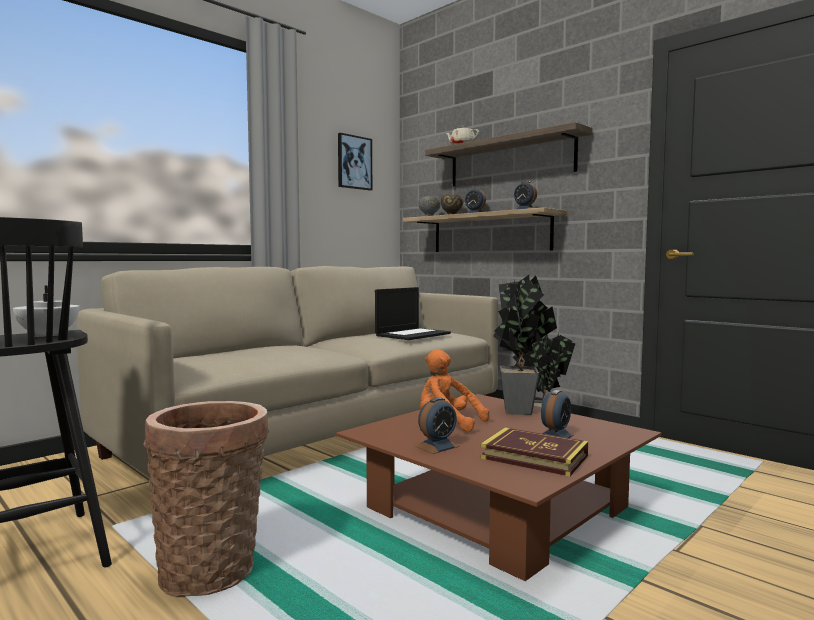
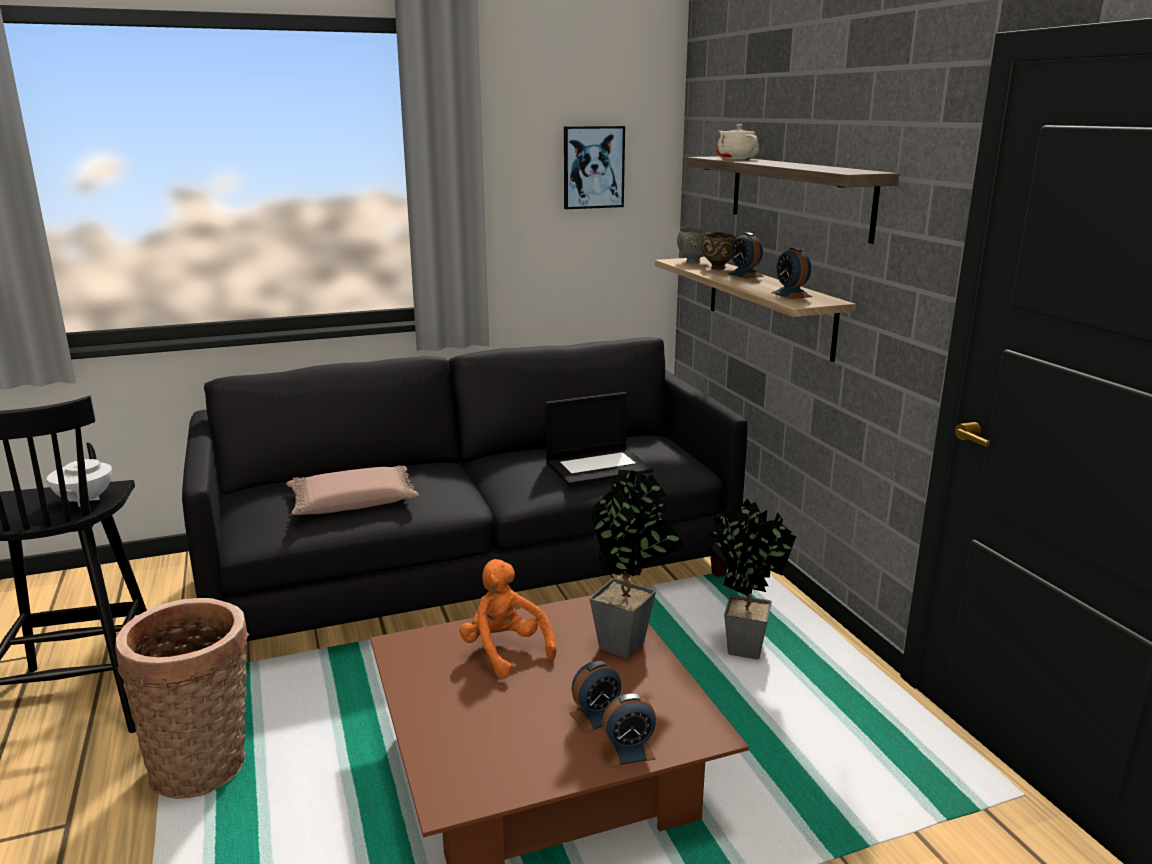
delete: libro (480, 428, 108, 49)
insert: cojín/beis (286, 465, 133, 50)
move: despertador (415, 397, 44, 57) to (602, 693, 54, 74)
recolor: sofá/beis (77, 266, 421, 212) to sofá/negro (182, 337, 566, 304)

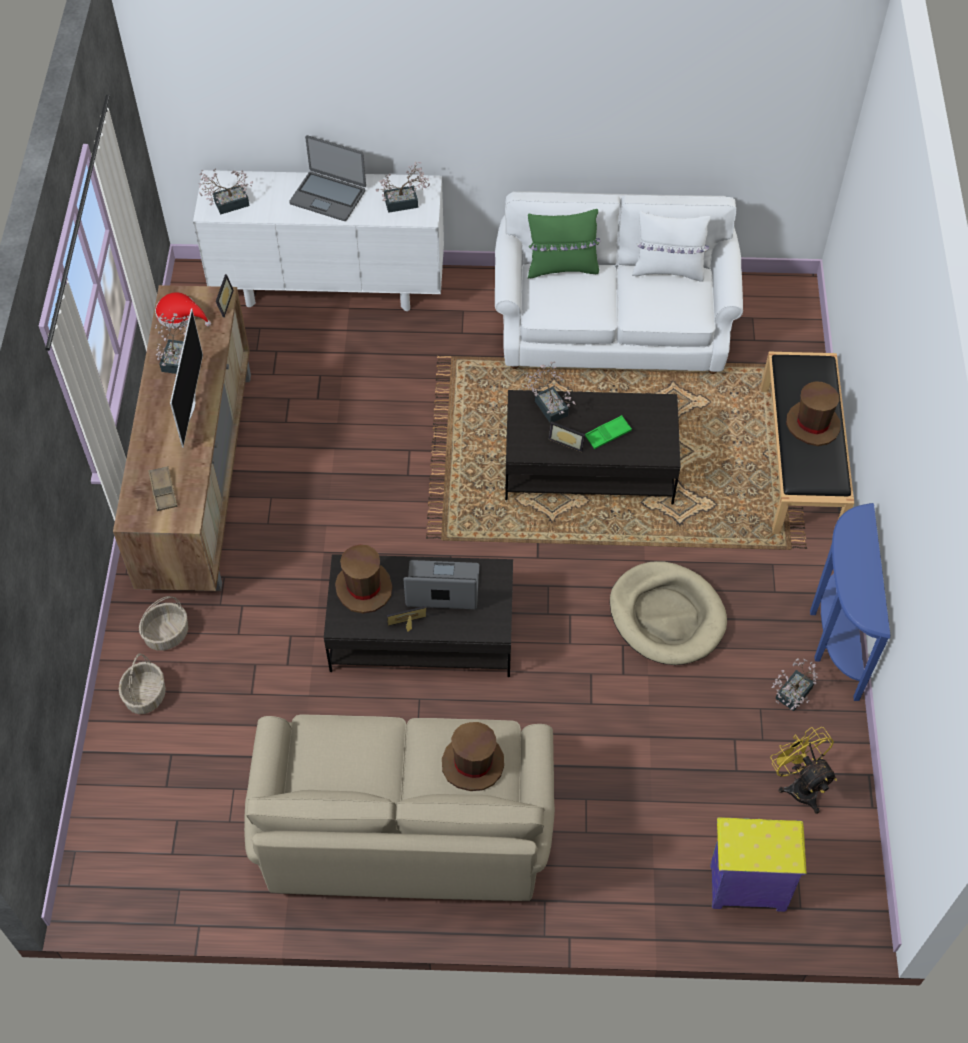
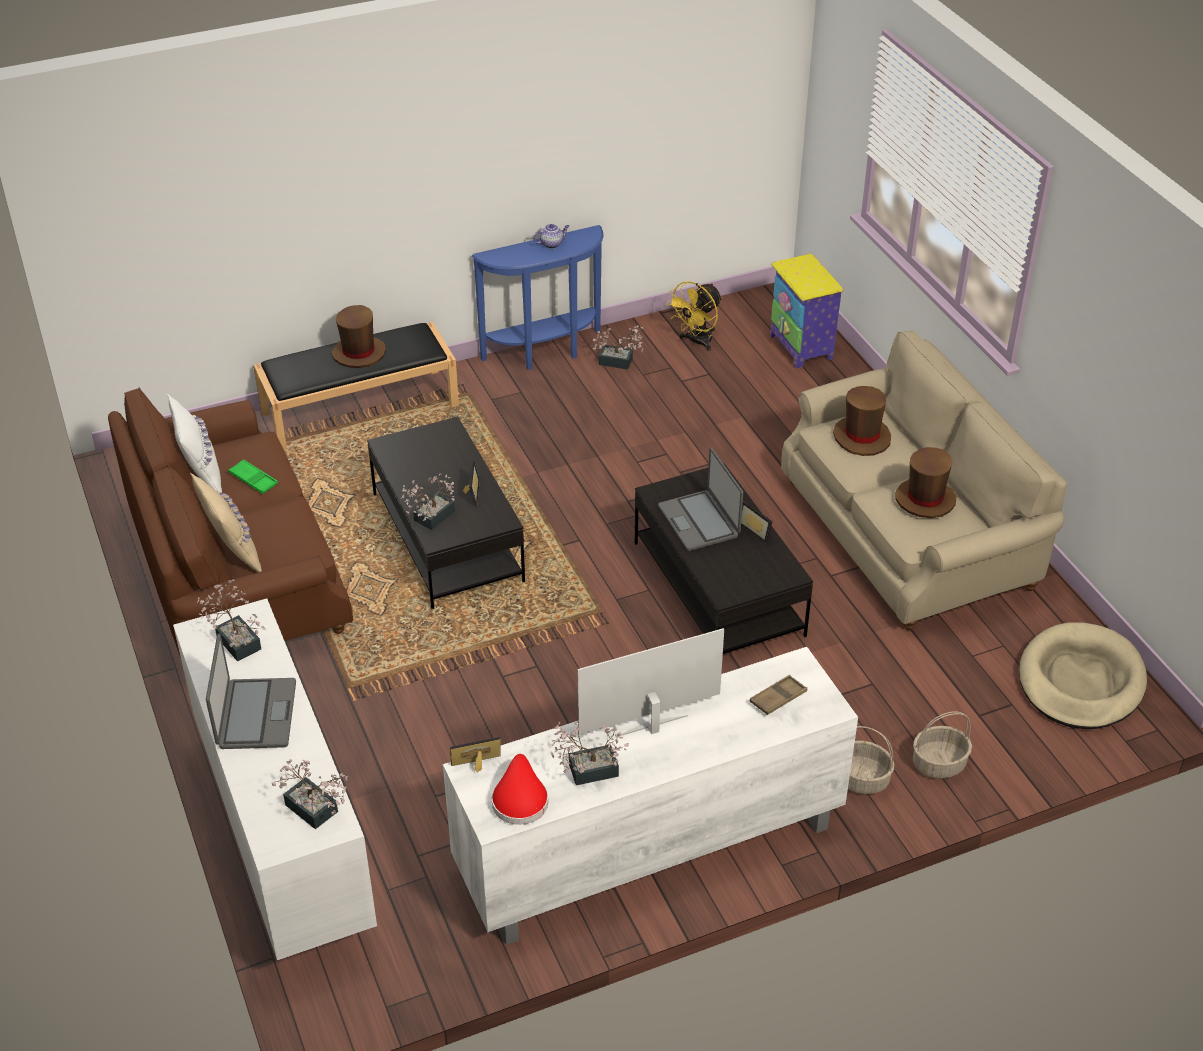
insert: tetera (533, 224, 36, 25)
move: bandeja/verde (585, 415, 47, 34) to (228, 459, 50, 35); sombrero/marrón (335, 545, 58, 68) to (895, 447, 62, 71); cama para perro/beis (610, 561, 117, 104) to (1019, 622, 128, 107)
recolor: sofá/blanco (495, 191, 248, 183) to sofá/marrón (108, 388, 245, 270); cojín/verde (528, 209, 73, 70) to cojín/beis (190, 473, 72, 99); mueble de televisión/marrón (113, 285, 138, 306) to mueble de televisión/blanco (443, 647, 415, 298)

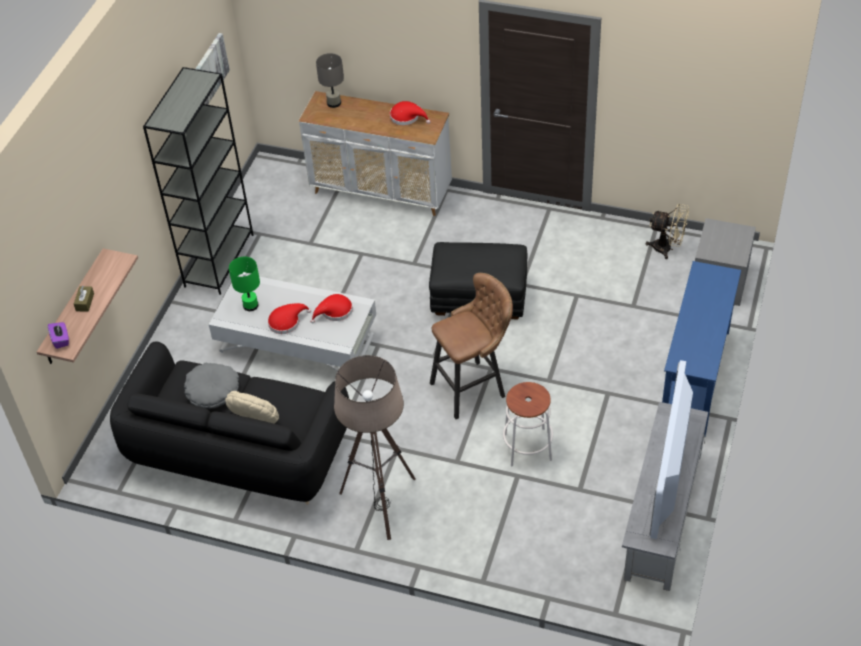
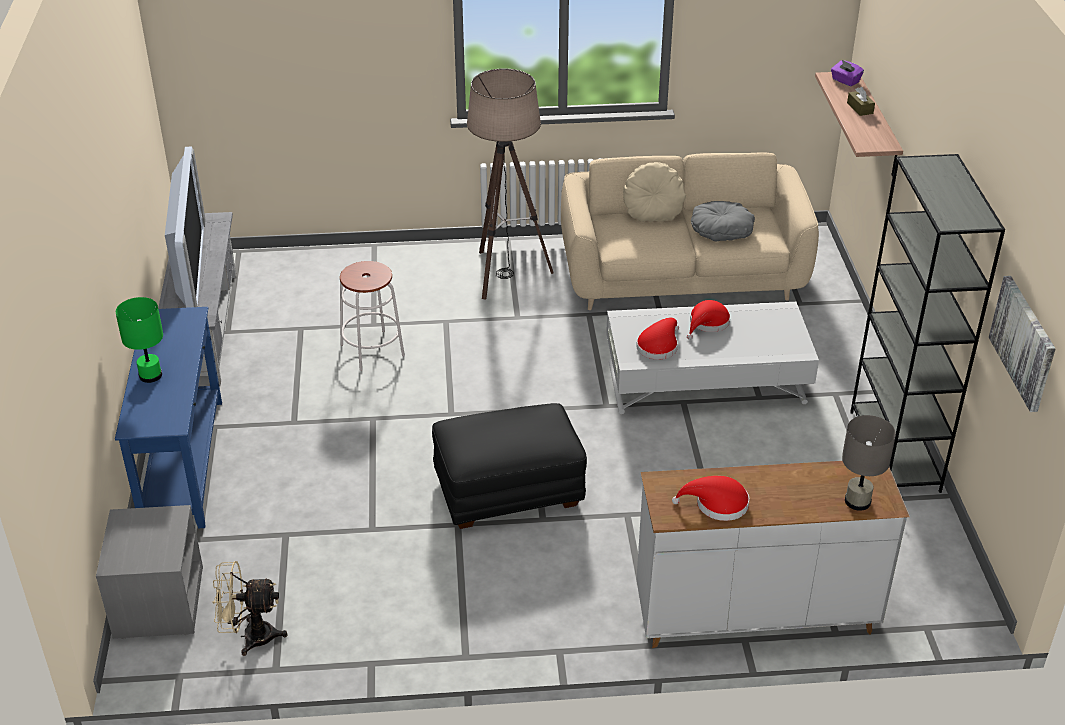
delete: taburete/marrón (430, 273, 83, 146)
move: lámpara de mesa/verde (229, 257, 31, 54) to (116, 297, 47, 86)
recolor: sofá/negro (110, 342, 239, 163) to sofá/beis (561, 152, 258, 158)

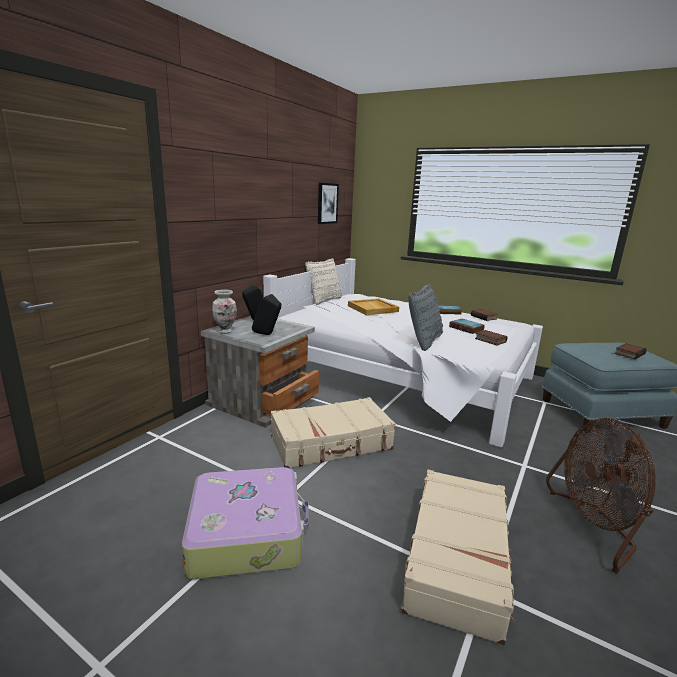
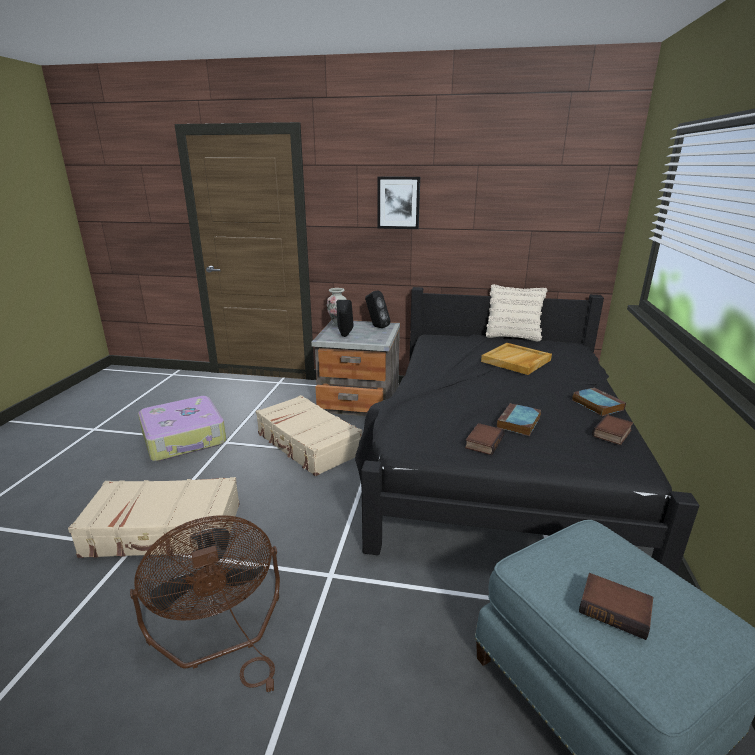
delete: cojín/gris (408, 284, 35, 67)
move: cuadro (318, 183, 21, 41) to (377, 177, 43, 52)
recolor: cama/blanco (263, 258, 280, 189) to cama/negro (355, 287, 345, 287)

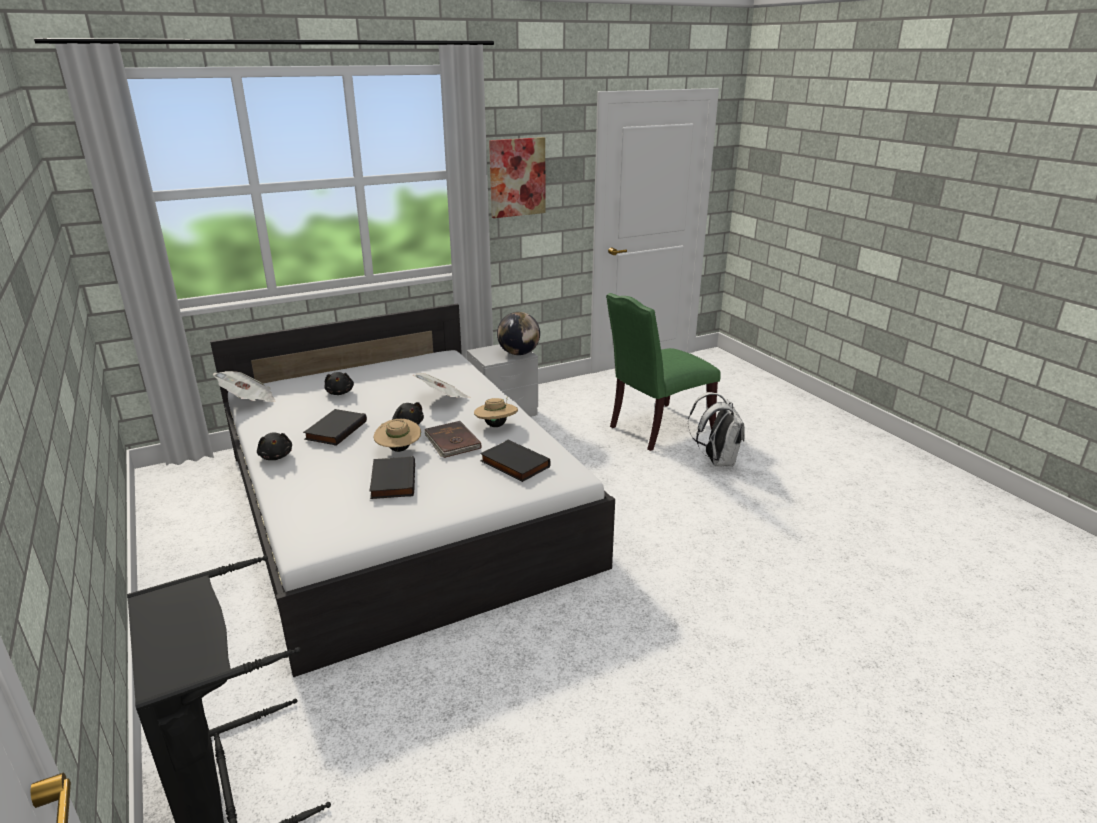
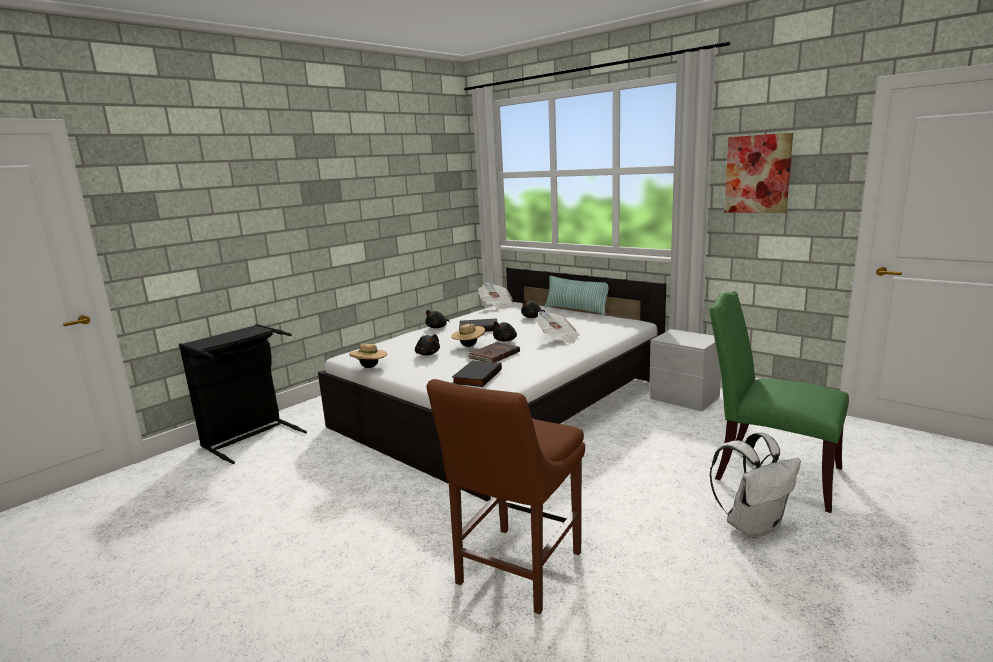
delete: globo terráqueo (497, 312, 43, 43)
insert: silla/marrón (427, 379, 158, 235); cojín (544, 276, 65, 40)
move: sombrero/beis (474, 398, 44, 29) to (349, 344, 38, 24)
replace: libro/negro (369, 456, 46, 43) to peluche/negro (415, 334, 25, 22)

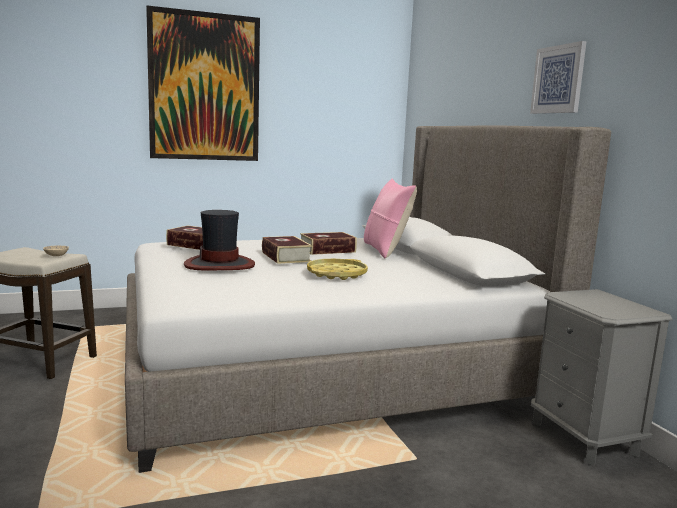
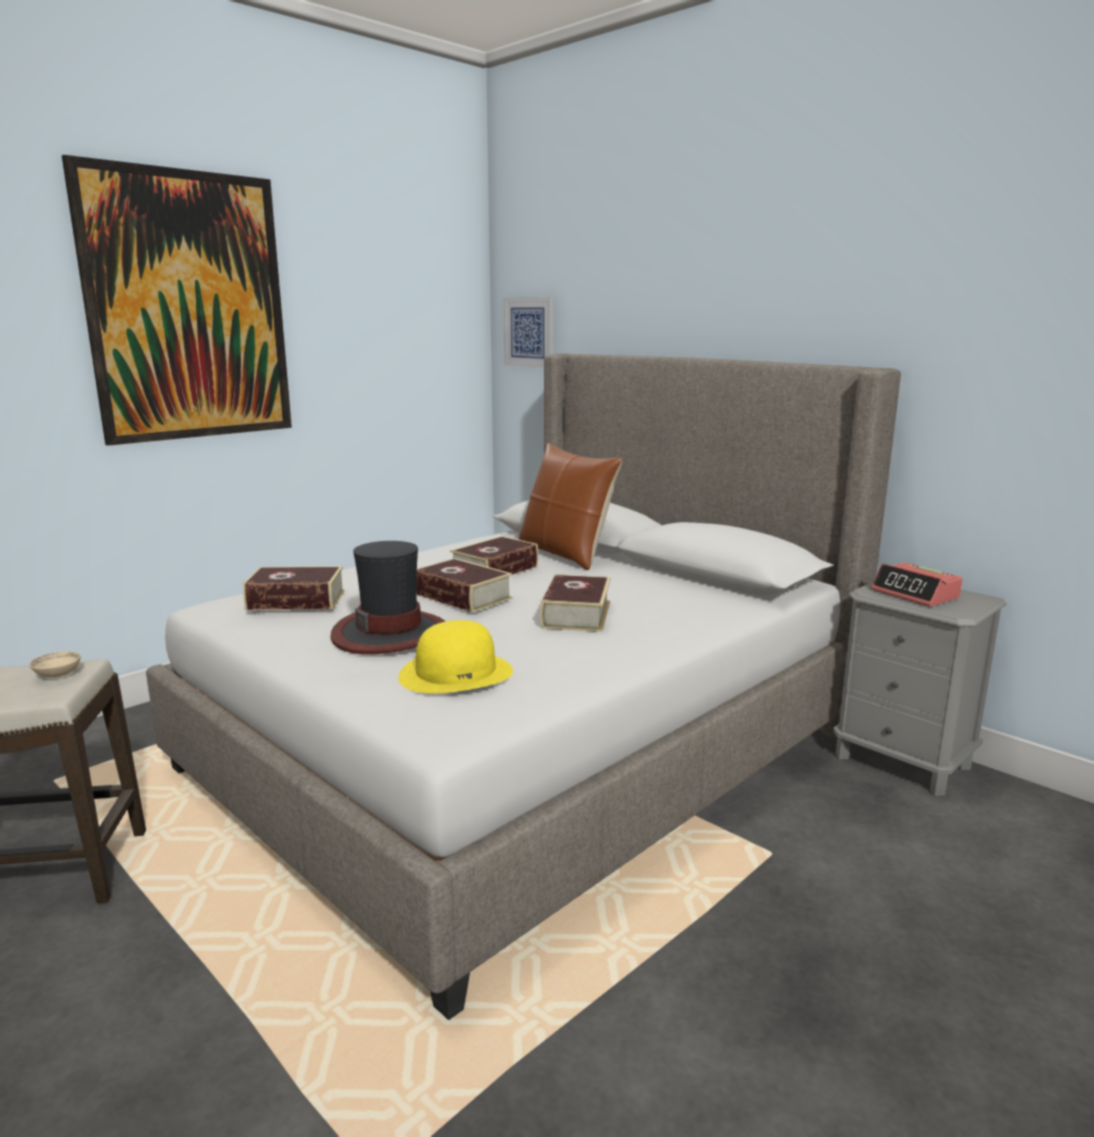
insert: sombrero/amarillo (398, 620, 115, 74); despertador (871, 562, 92, 45)
move: cuadro (530, 41, 57, 73) to (503, 297, 51, 71)
replace: bandeja/amarillo (307, 259, 61, 21) to libro (540, 574, 71, 58)
recolor: cojín/rosa (364, 179, 53, 80) to cojín/marrón (519, 443, 103, 127)

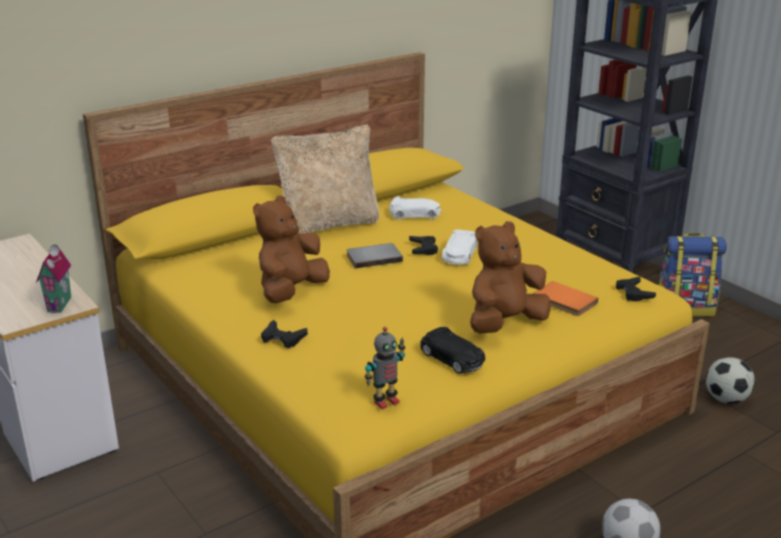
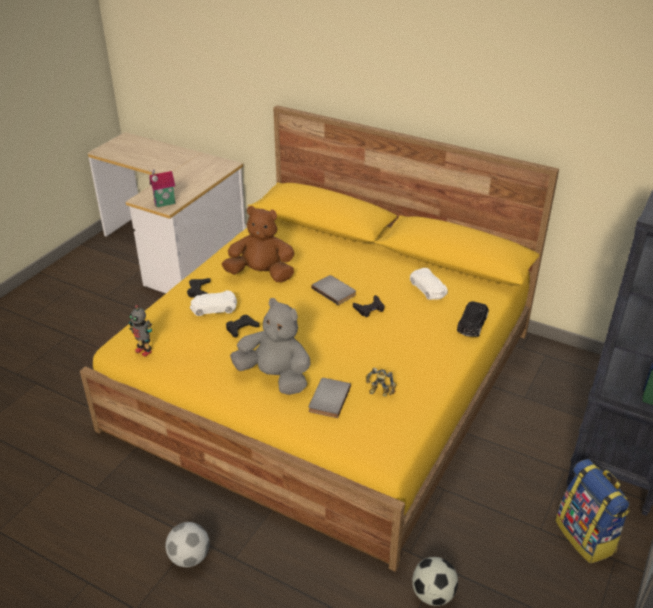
delete: cojín/beis (271, 124, 109, 109)
insert: robot de juguete (366, 367, 31, 30)
move: coche de juguete/blanco (442, 230, 36, 35) to (190, 290, 47, 26); mando de consola/negro (616, 277, 40, 24) to (226, 315, 33, 22); coche de juguete/negro (420, 327, 65, 47) to (457, 301, 32, 36)
recolor: peluche/marrón (470, 221, 81, 113) to peluche/gris (230, 298, 80, 97); libro/naranja (534, 281, 64, 35) to libro/gris (309, 378, 42, 40)

